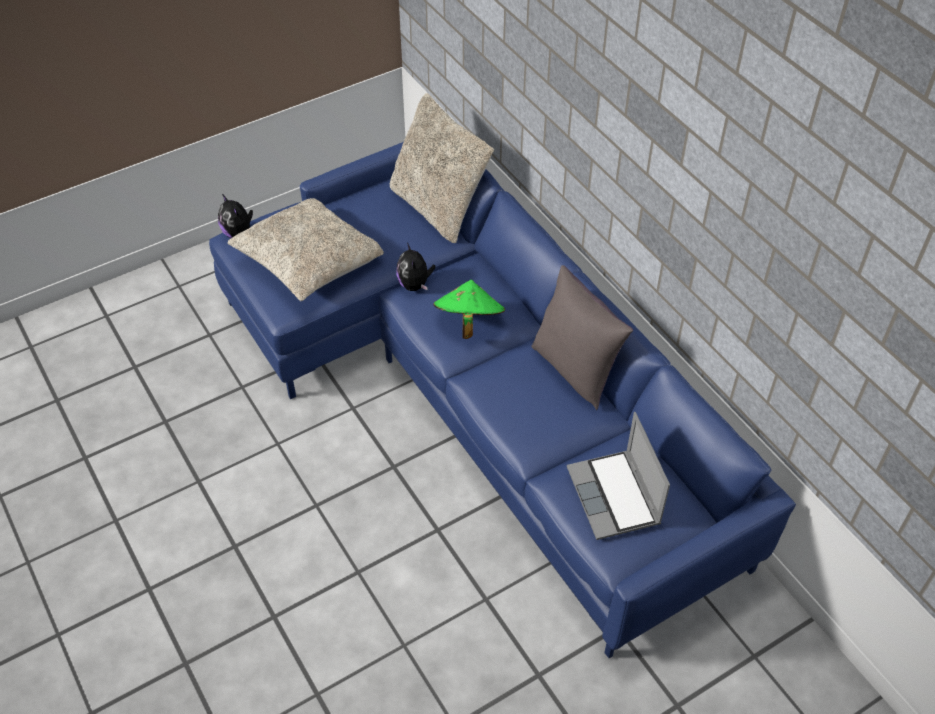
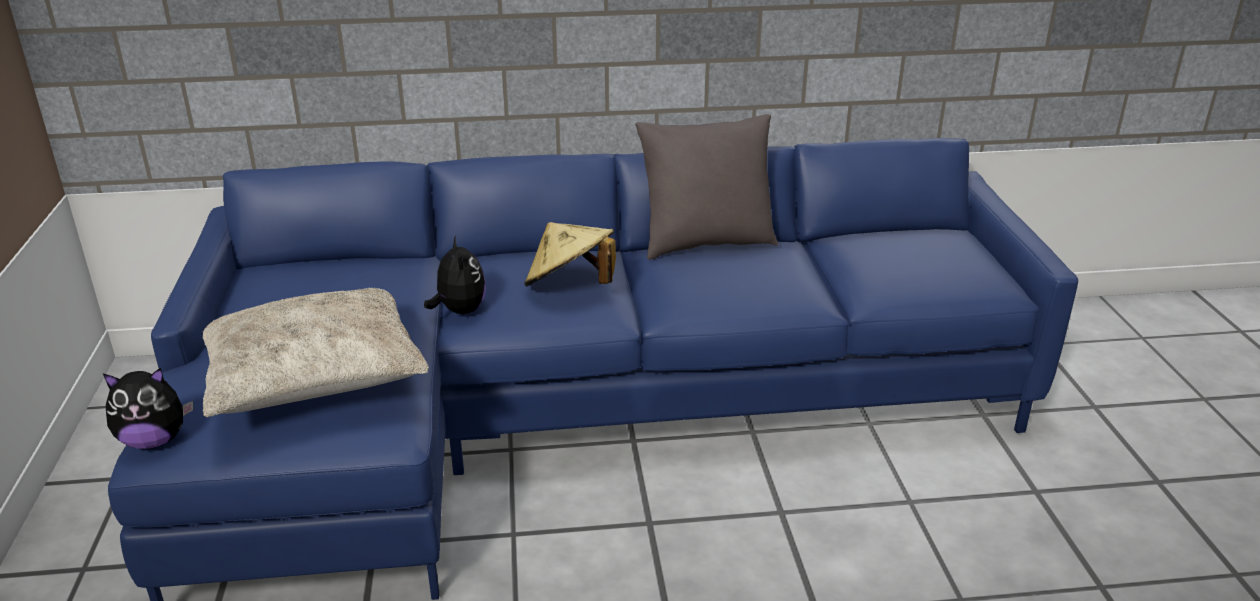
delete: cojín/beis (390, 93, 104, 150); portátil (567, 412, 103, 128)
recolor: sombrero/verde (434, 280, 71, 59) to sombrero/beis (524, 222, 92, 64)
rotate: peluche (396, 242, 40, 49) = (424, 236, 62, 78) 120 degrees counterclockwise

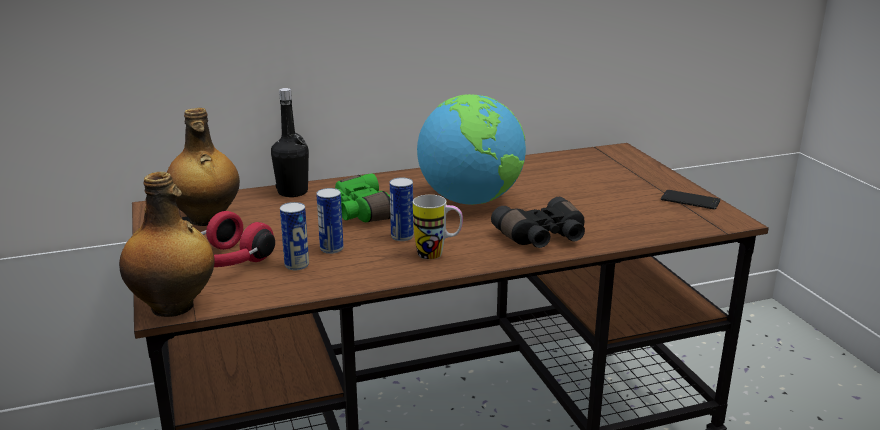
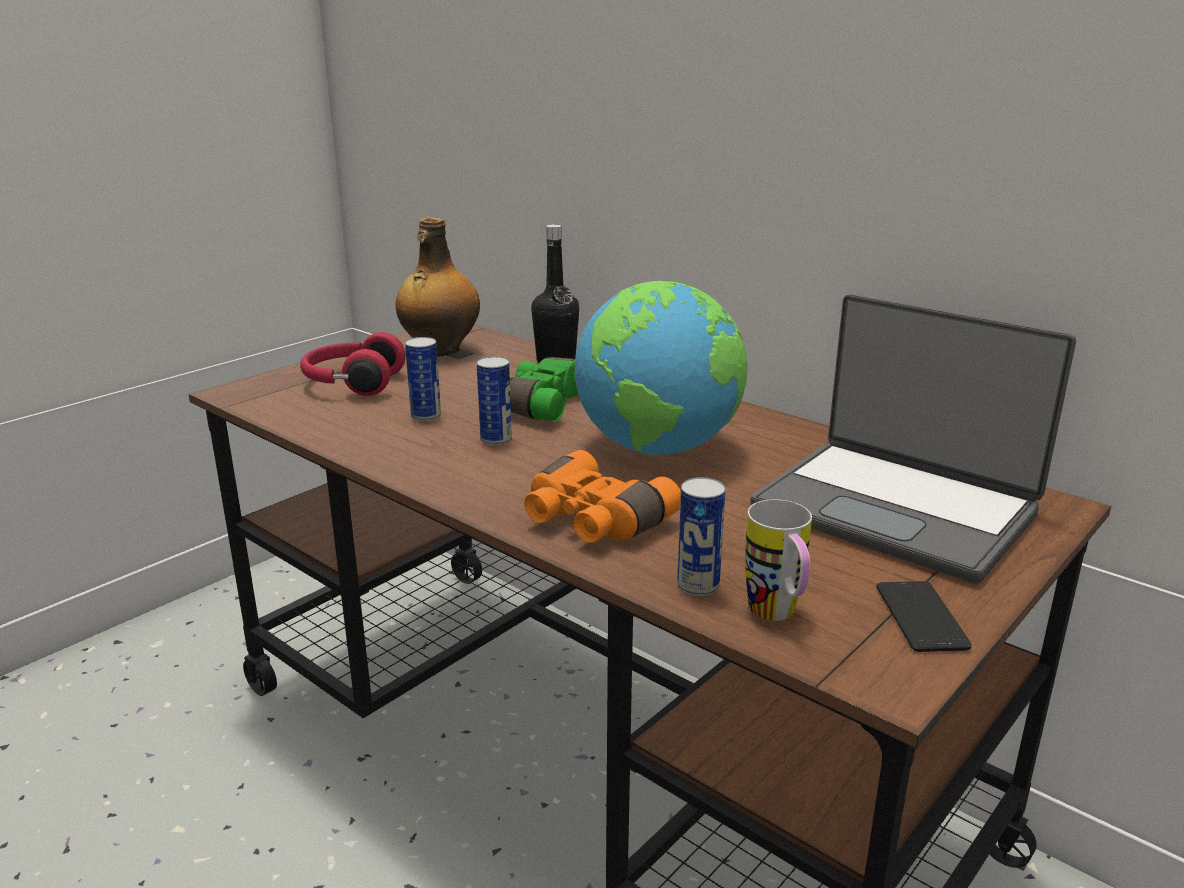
delete: botella (119, 172, 96, 145)
insert: portátil (751, 294, 325, 290)
move: lata (280, 202, 29, 68) to (677, 477, 49, 119); taza grande (413, 195, 50, 64) to (745, 499, 67, 122)
recolor: prismáticos/negro (491, 197, 94, 51) to prismáticos/naranja (524, 450, 157, 93)

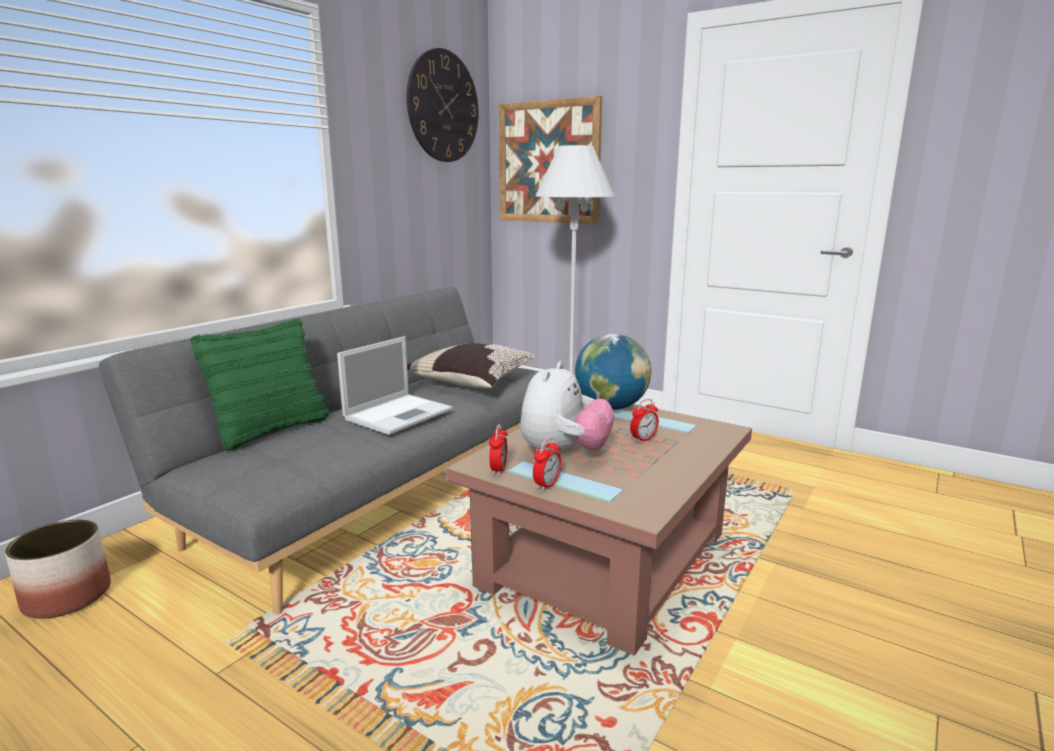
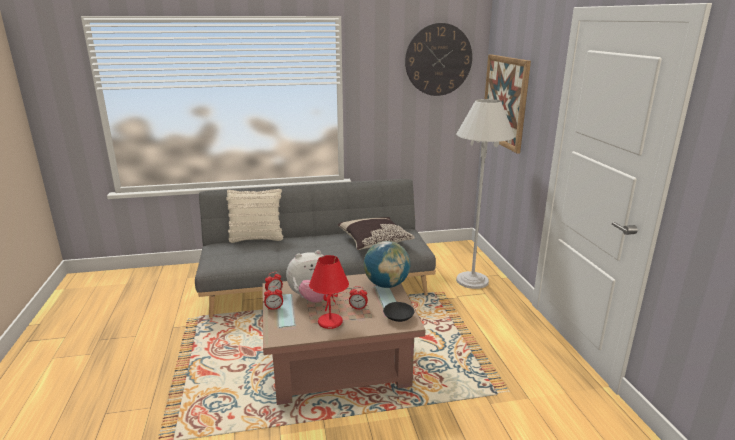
delete: maceta (5, 520, 106, 98); portátil (337, 336, 115, 99)
insert: lámpara de mesa/rojo (309, 255, 40, 74); cuenco/negro (383, 302, 32, 20)
recolor: cojín/verde (189, 319, 140, 132) to cojín/beis (226, 189, 57, 54)

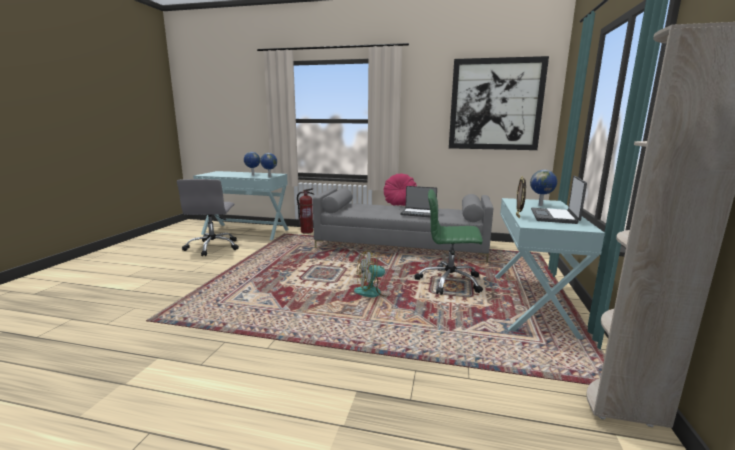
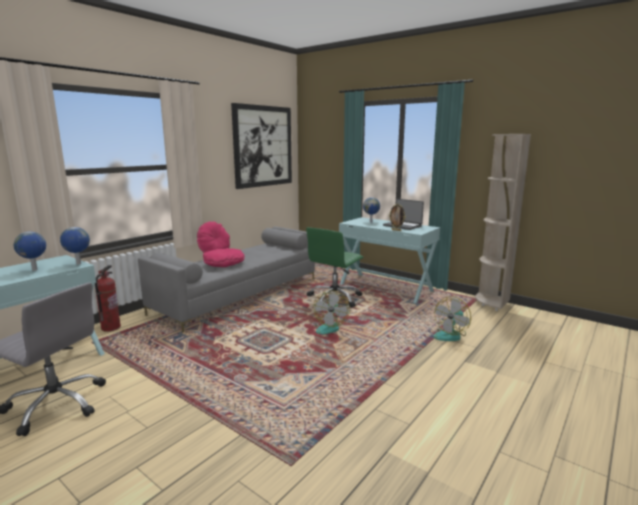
delete: portátil (400, 186, 37, 32)
insert: cojín/rosa (203, 248, 42, 19); ventilador (433, 296, 38, 45)

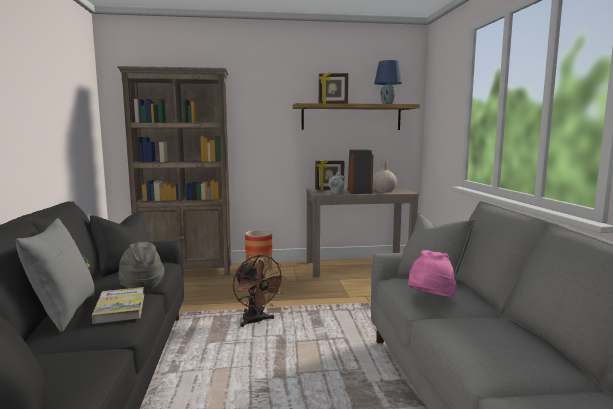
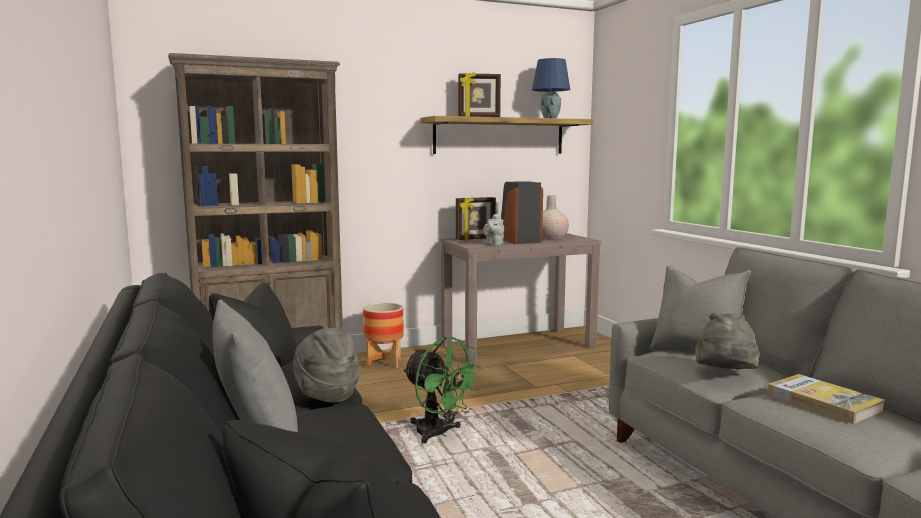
move: libro (92, 287, 52, 37) to (767, 374, 118, 50)
recolor: ventilador/marrón (233, 255, 54, 72) to ventilador/verde (403, 337, 79, 106); sombrero/rosa (408, 250, 49, 47) to sombrero/gris (695, 312, 65, 57)

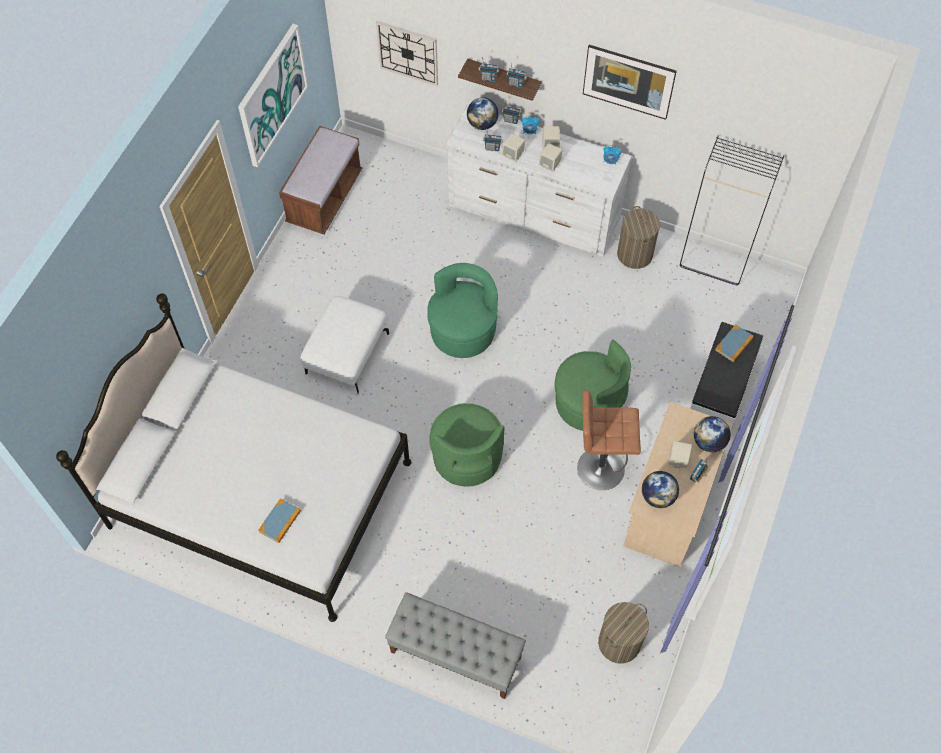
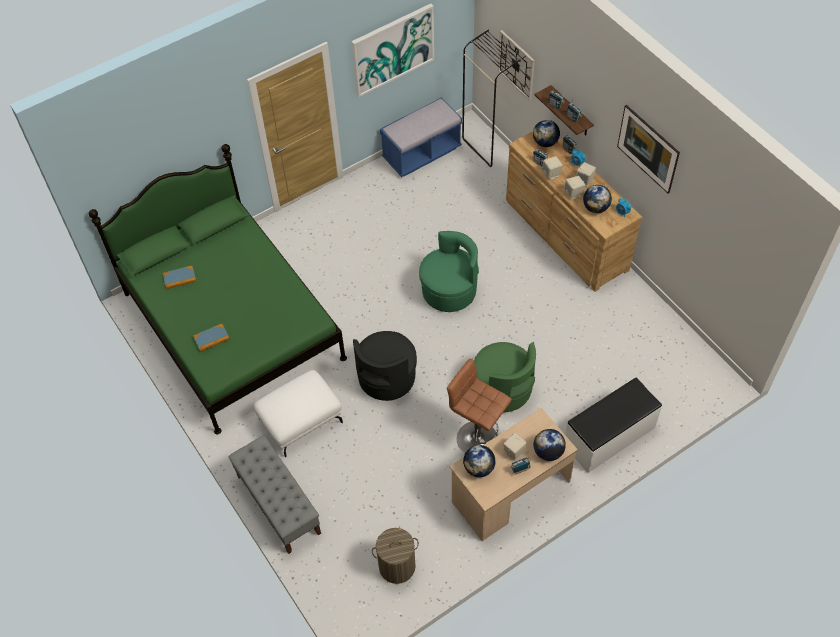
delete: cesto de la ropa (617, 206, 43, 63)
insert: globo terráqueo (583, 185, 29, 28)
move: libro (715, 324, 39, 38) to (163, 266, 33, 23); puf/blanco (301, 296, 88, 97) to (254, 370, 89, 87); perchero/negro (680, 136, 104, 149) to (462, 30, 59, 137)
recolor: cama/blanco (56, 294, 355, 328) to cama/verde (89, 144, 258, 290); sillón/verde (430, 403, 74, 84) to sillón/negro (353, 331, 64, 70); banco/marrón (279, 126, 83, 109) to banco/azul (380, 97, 82, 80); cómoda/blanco (446, 104, 186, 153) to cómoda/marrón (506, 131, 136, 161)

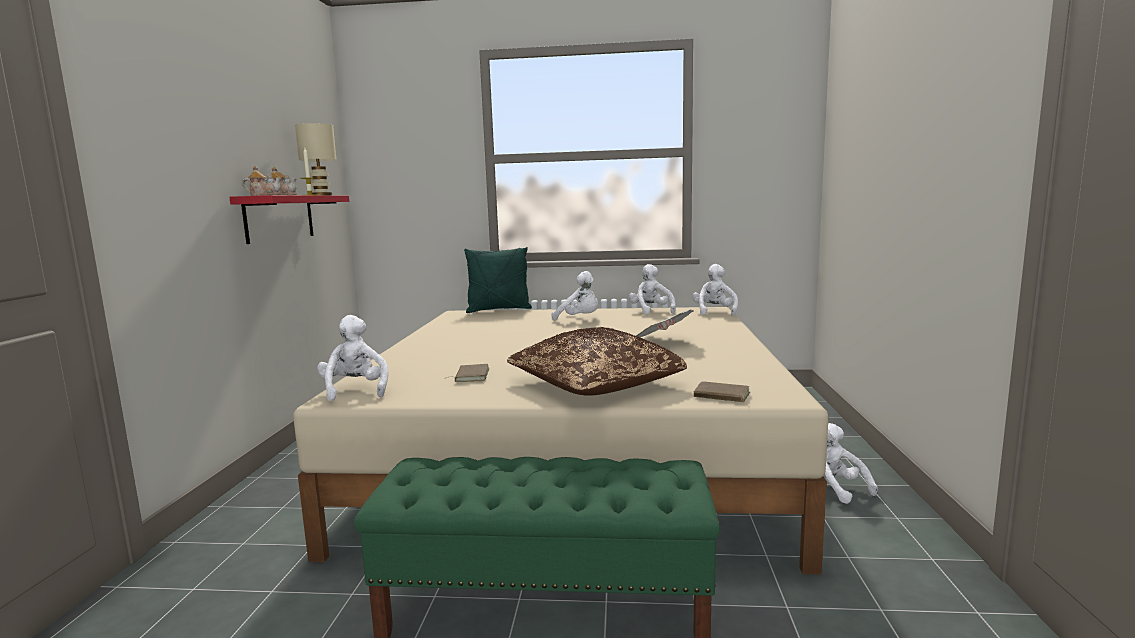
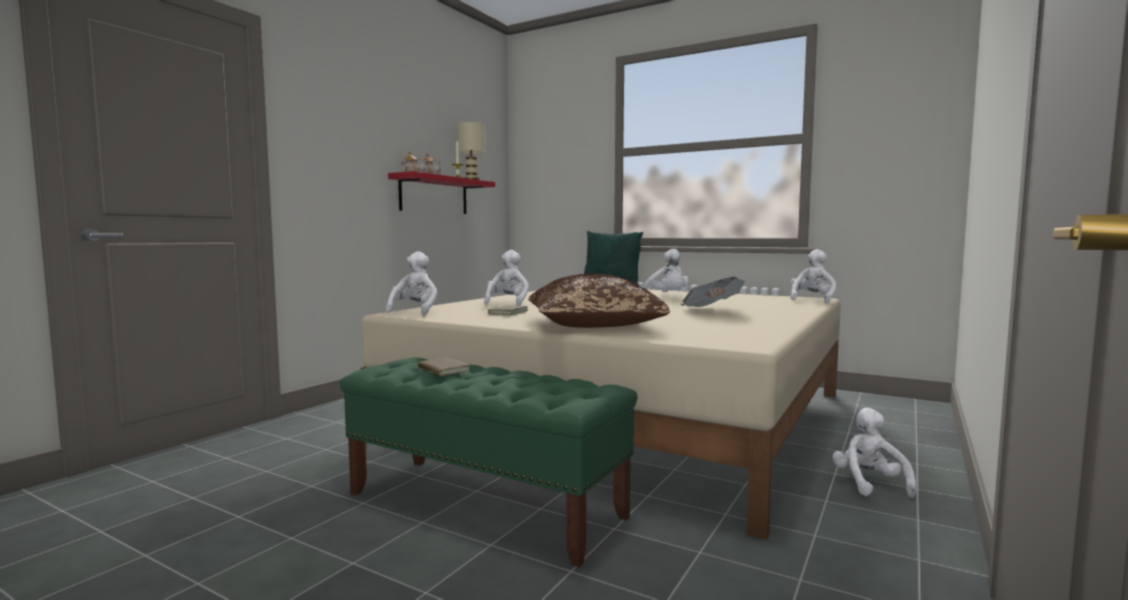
move: libro/marrón (694, 381, 56, 21) to (418, 357, 52, 19); peluche/blanco (629, 264, 47, 51) to (484, 250, 45, 56)

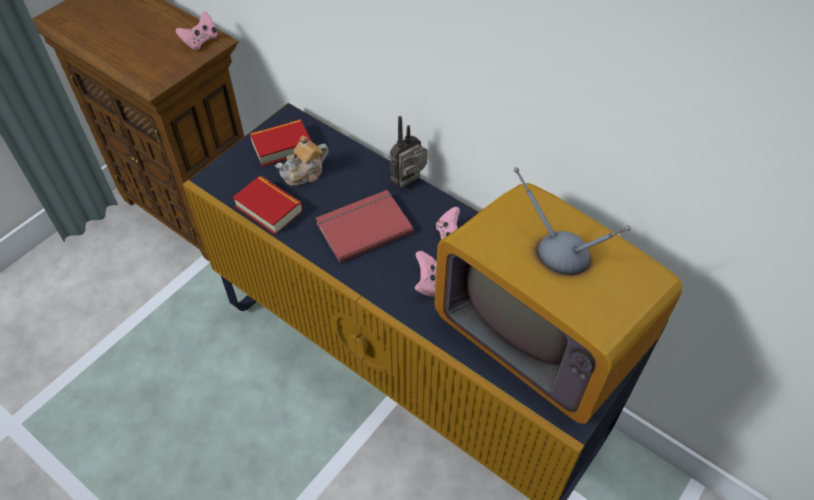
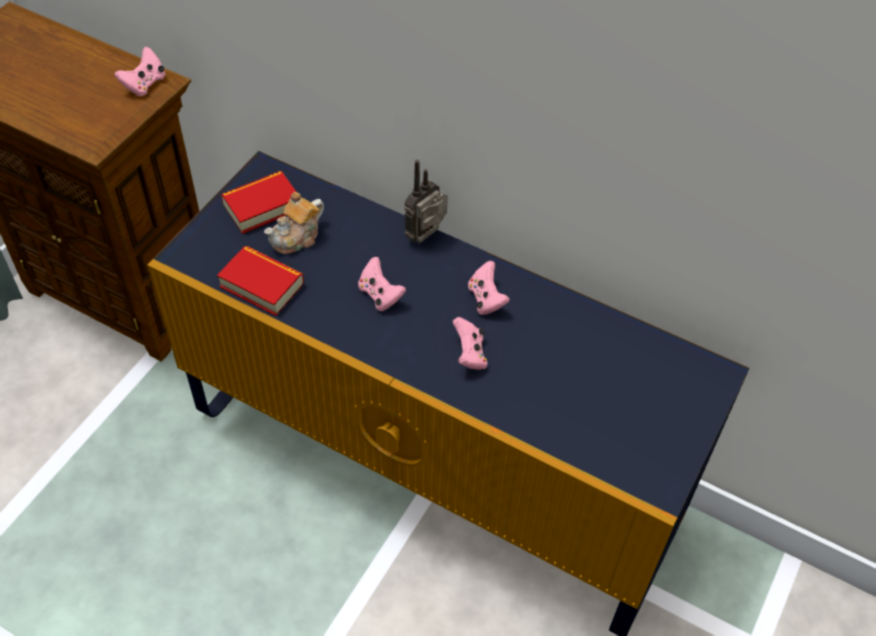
delete: televisor (435, 167, 247, 257)
replace: libro/rojo (316, 190, 97, 73) to mando de consola/rosa (358, 257, 48, 54)

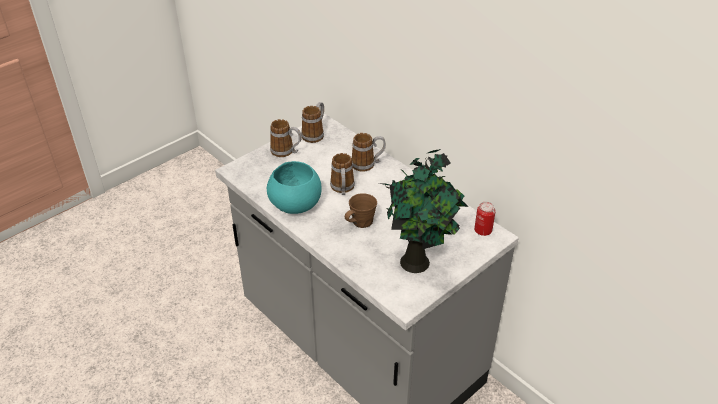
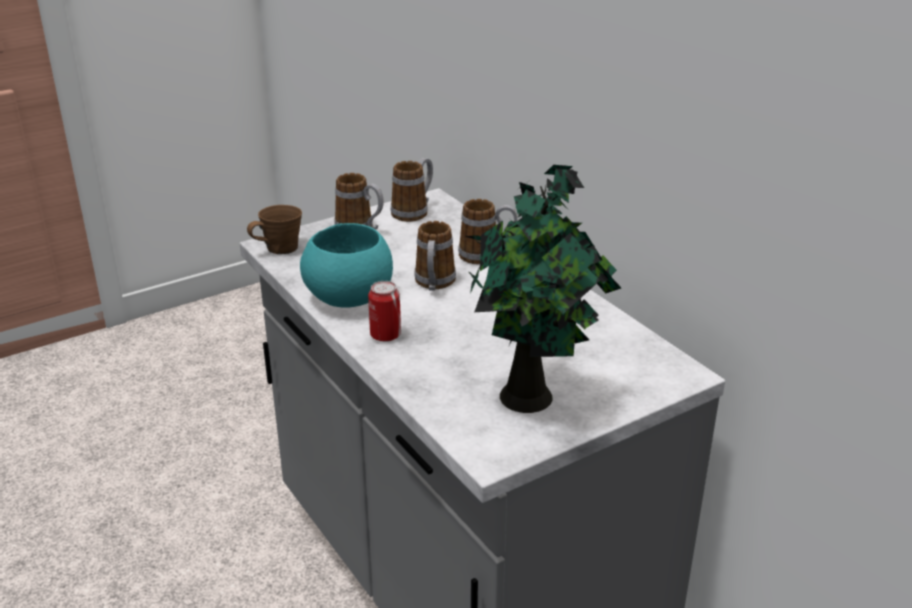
move: taza grande/marrón (345, 193, 32, 35) to (247, 205, 55, 49); lata (474, 202, 21, 34) to (368, 281, 33, 61)

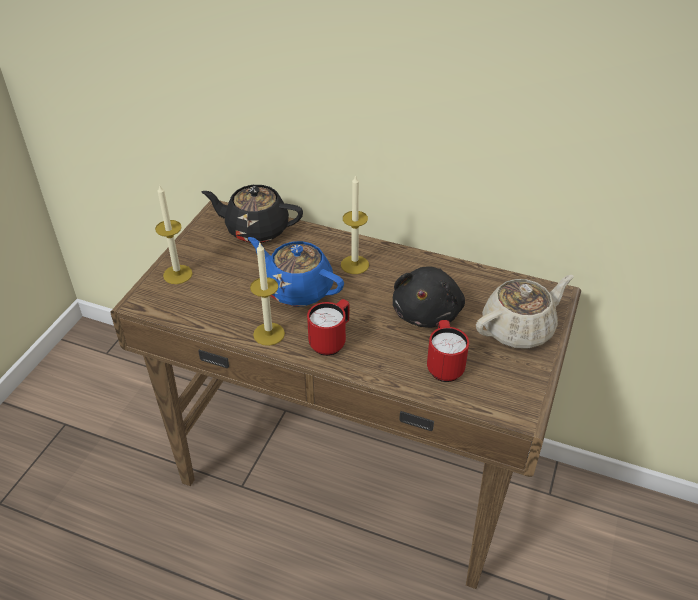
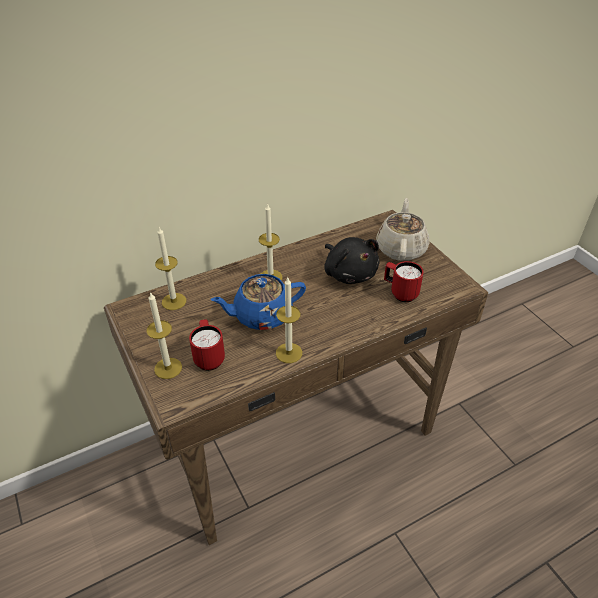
move: taza grande/rojo (307, 299, 42, 57) to (189, 319, 36, 52)
replace: tetera/negro (201, 185, 102, 58) to vela (155, 227, 31, 83)

